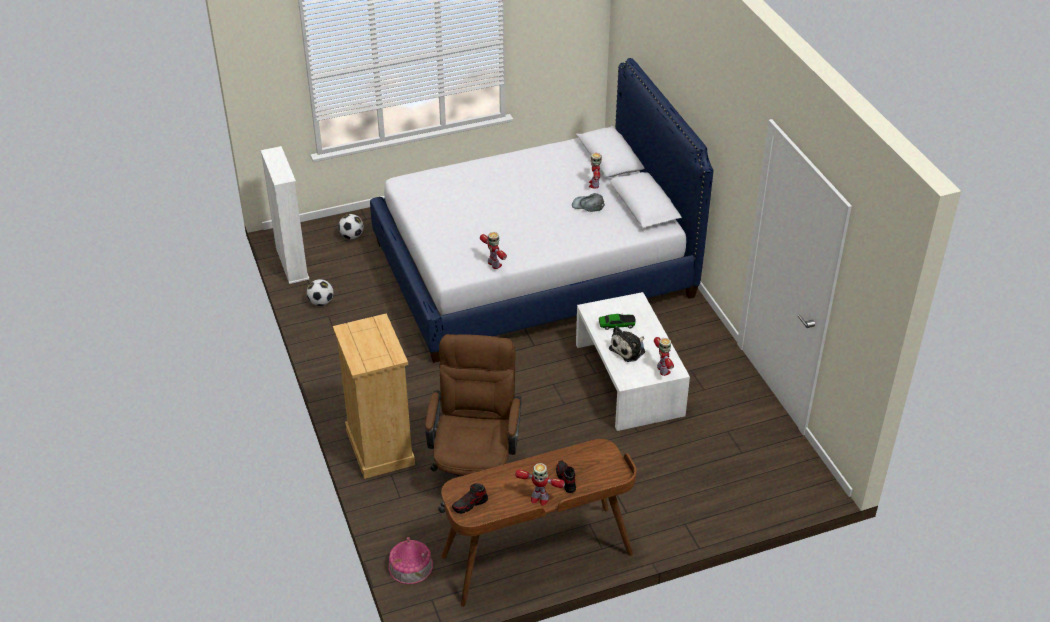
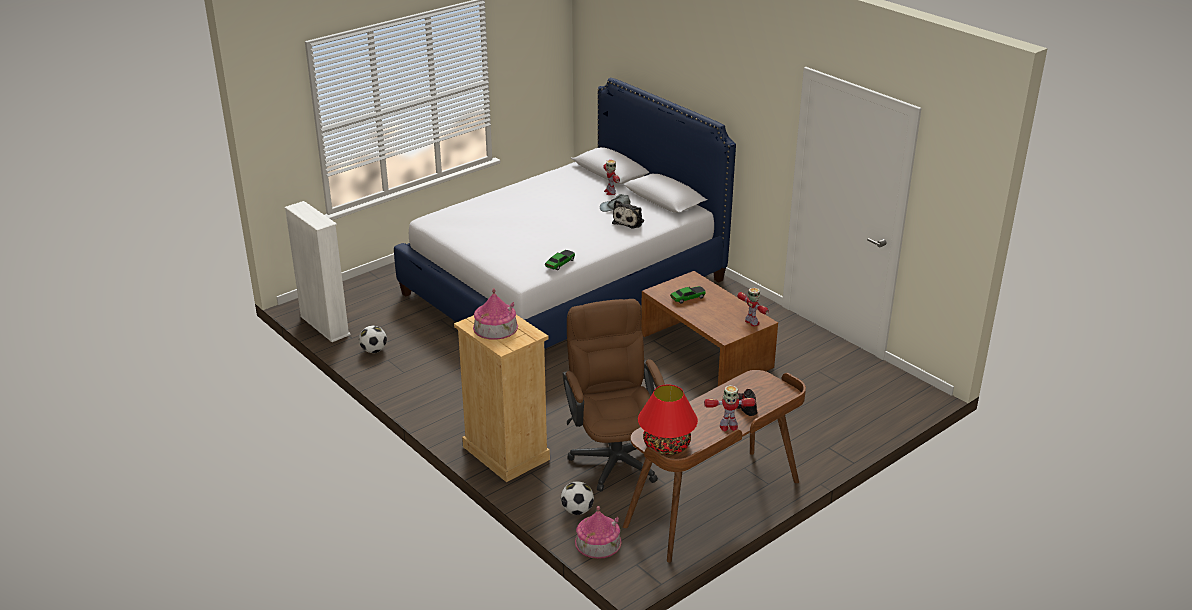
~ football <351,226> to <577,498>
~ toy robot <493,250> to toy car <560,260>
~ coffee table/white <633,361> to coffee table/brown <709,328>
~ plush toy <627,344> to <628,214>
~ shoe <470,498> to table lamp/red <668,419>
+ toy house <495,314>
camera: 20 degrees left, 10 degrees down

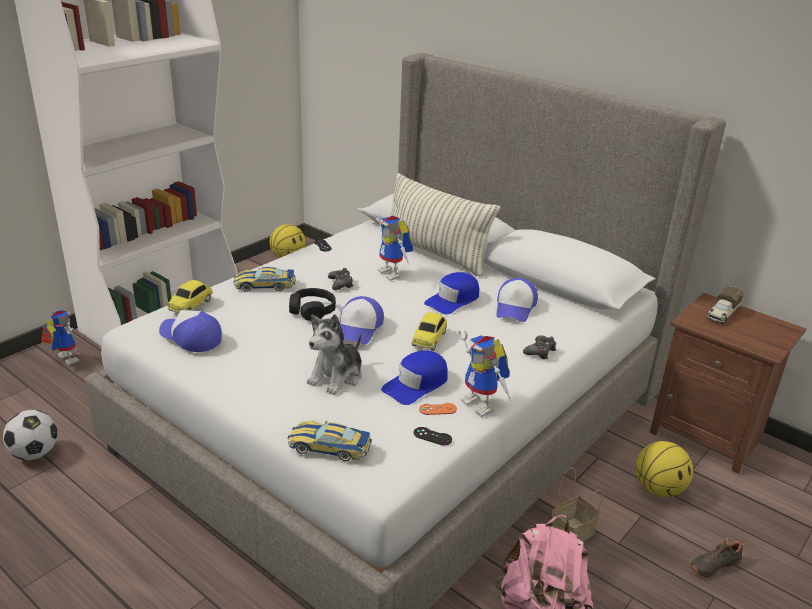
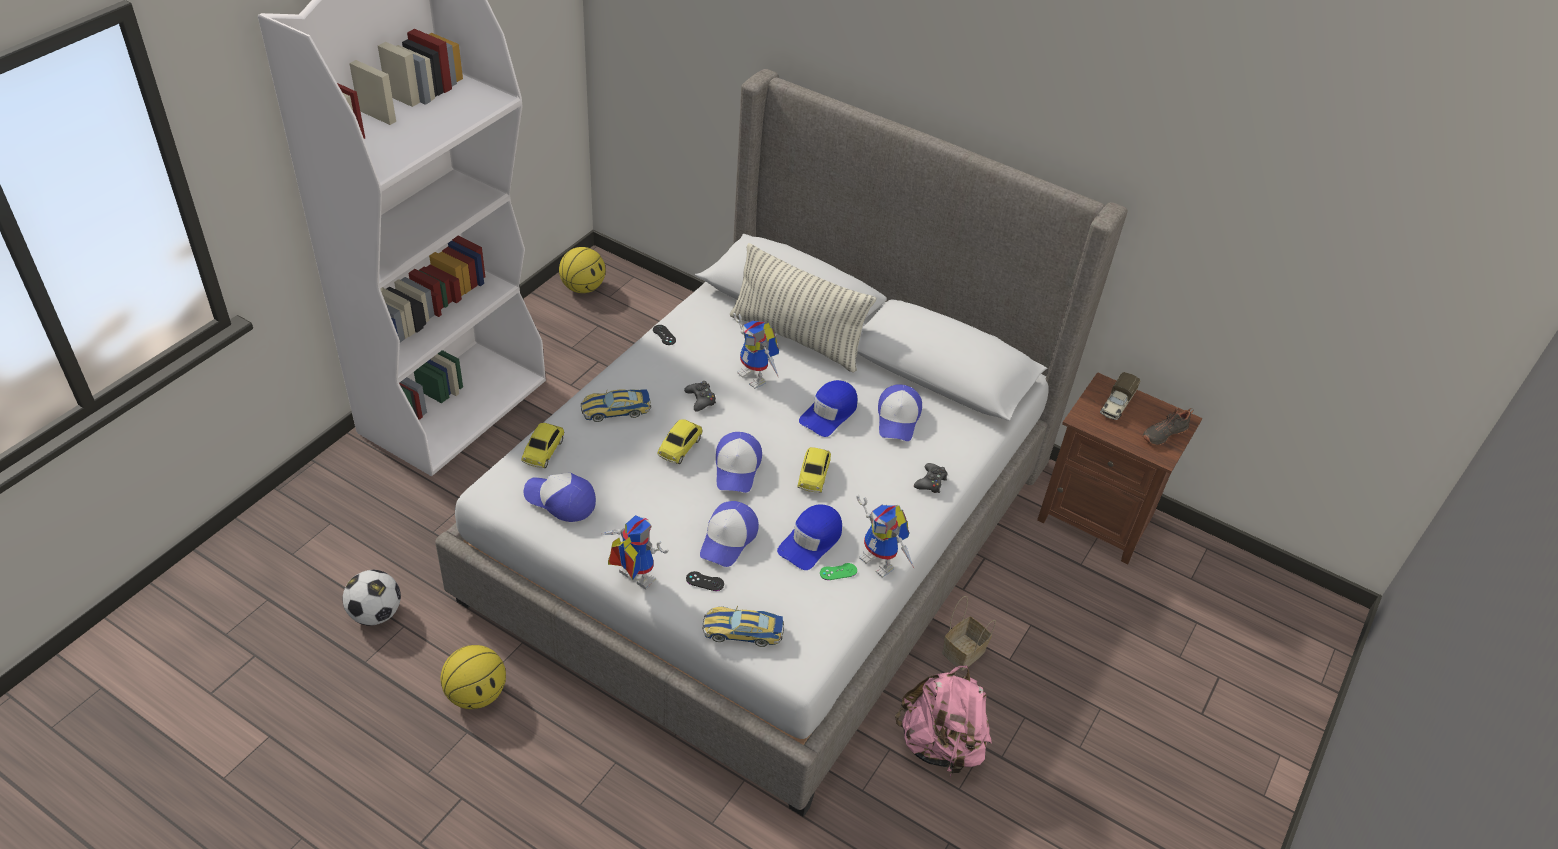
~ headphones/black <312,304> to toy car <680,441>
~ toy robot <60,337> to <635,552>
~ plush toy <334,354> to cap <729,534>
~ game controller/orange <438,409> to game controller/green <838,571>
~ game controller/black <433,436> to <705,581>
~ basketball <664,469> to <473,677>
~ shoe/black <717,557> to <1168,426>
camera: 10 degrees left, 15 degrees up

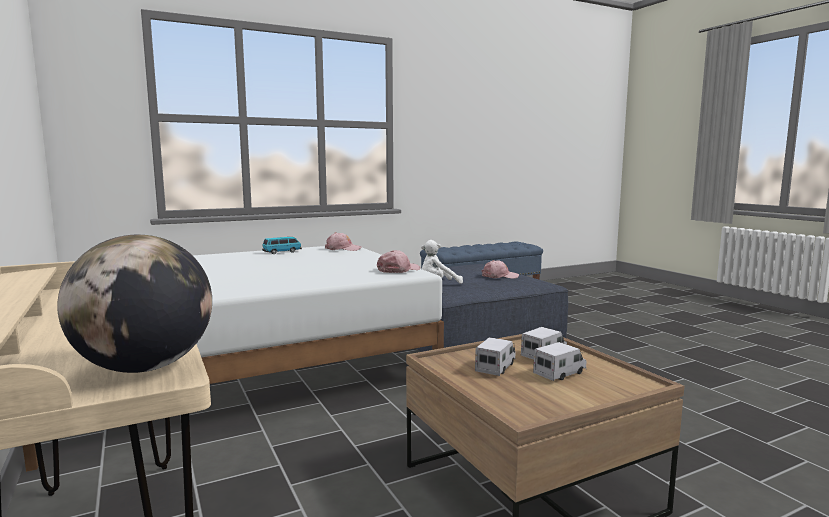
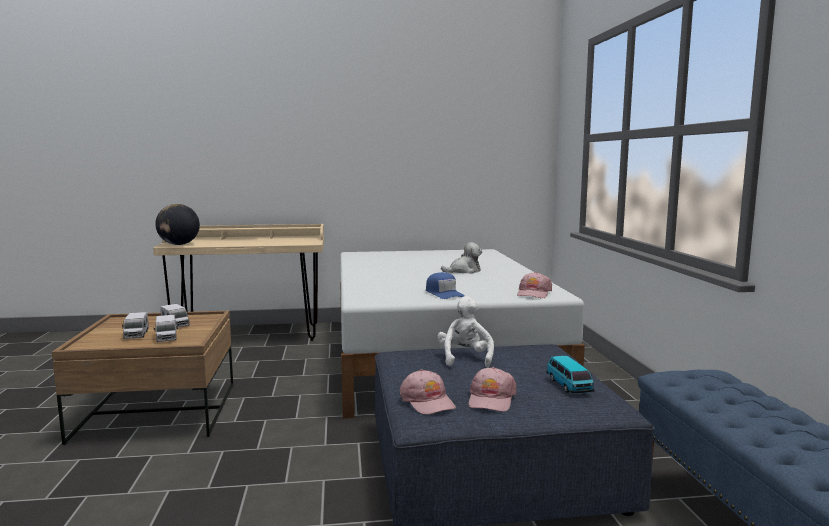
~ toy car <282,245> to <570,375>
~ cap/pink <398,261> to <428,392>
+ plush toy <461,258>
+ cap/blue <445,285>
camera: 110 degrees right, 0 degrees up

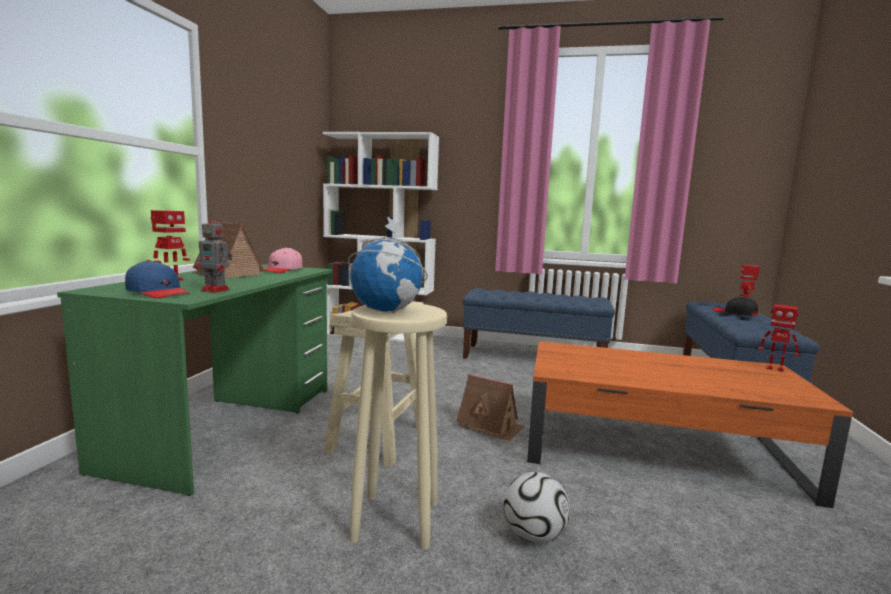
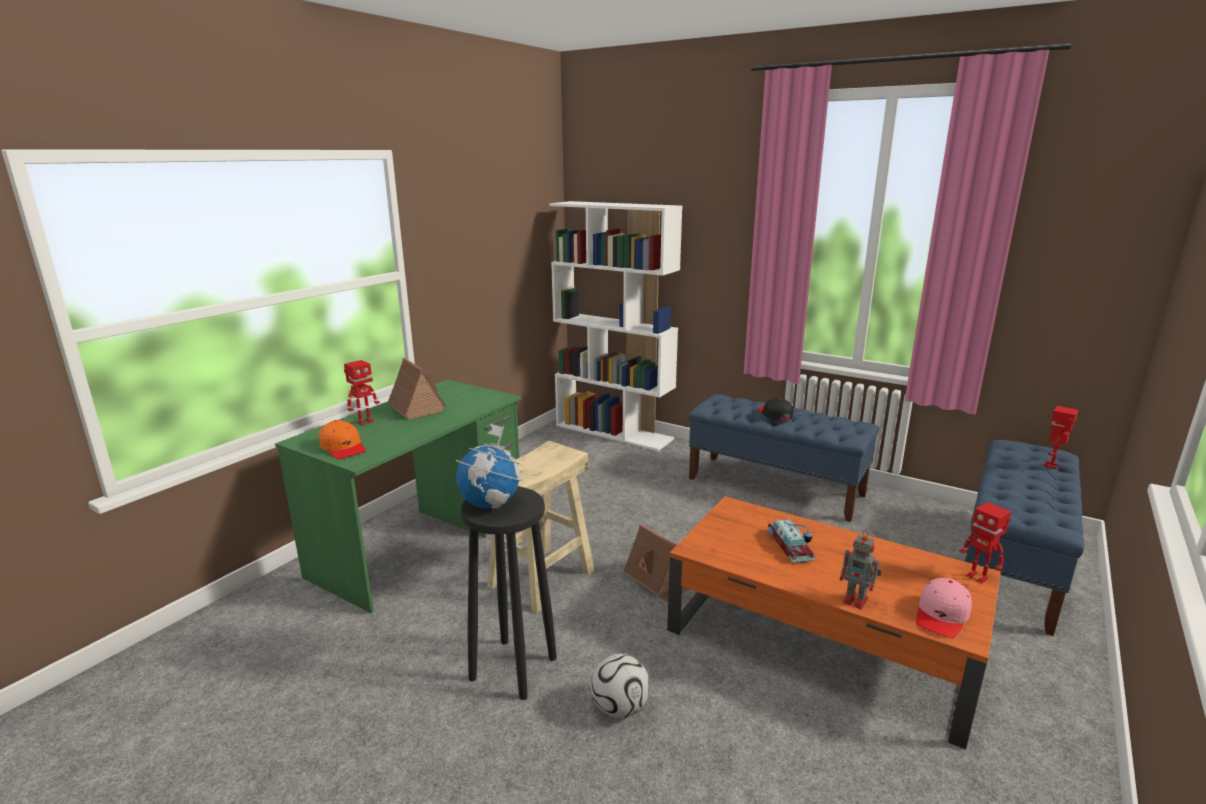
~ toy robot <213,253> to <861,569>
~ cap/pink <281,260> to <944,608>
~ cap/blue <157,279> to cap/orange <342,439>
~ cap/black <735,306> to <775,409>
~ stool/beige <398,426> to stool/black <509,593>
+ toy car <791,540>
camera: 20 degrees right, 10 degrees up

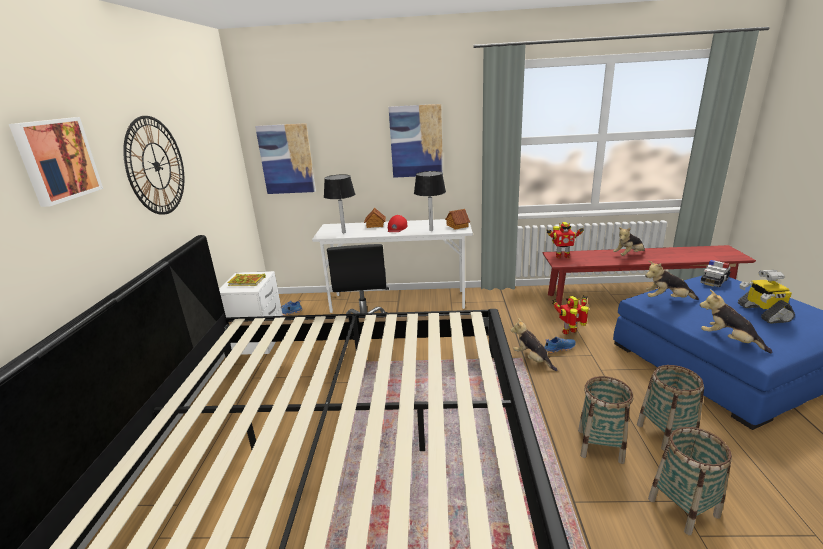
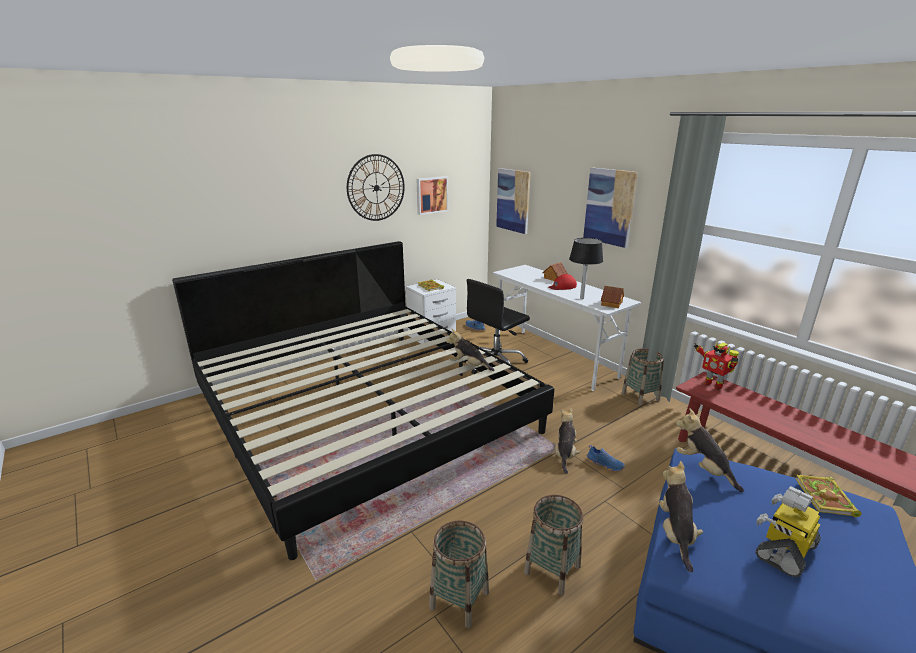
~ picture <56,162> to <432,195>
- table lamp/black <339,203>
~ plush toy <629,241> to <470,349>
~ toy car <715,273> to book <828,496>
- toy robot <570,315>
~ basket <605,420> to <643,377>
camera: 50 degrees right, 0 degrees up

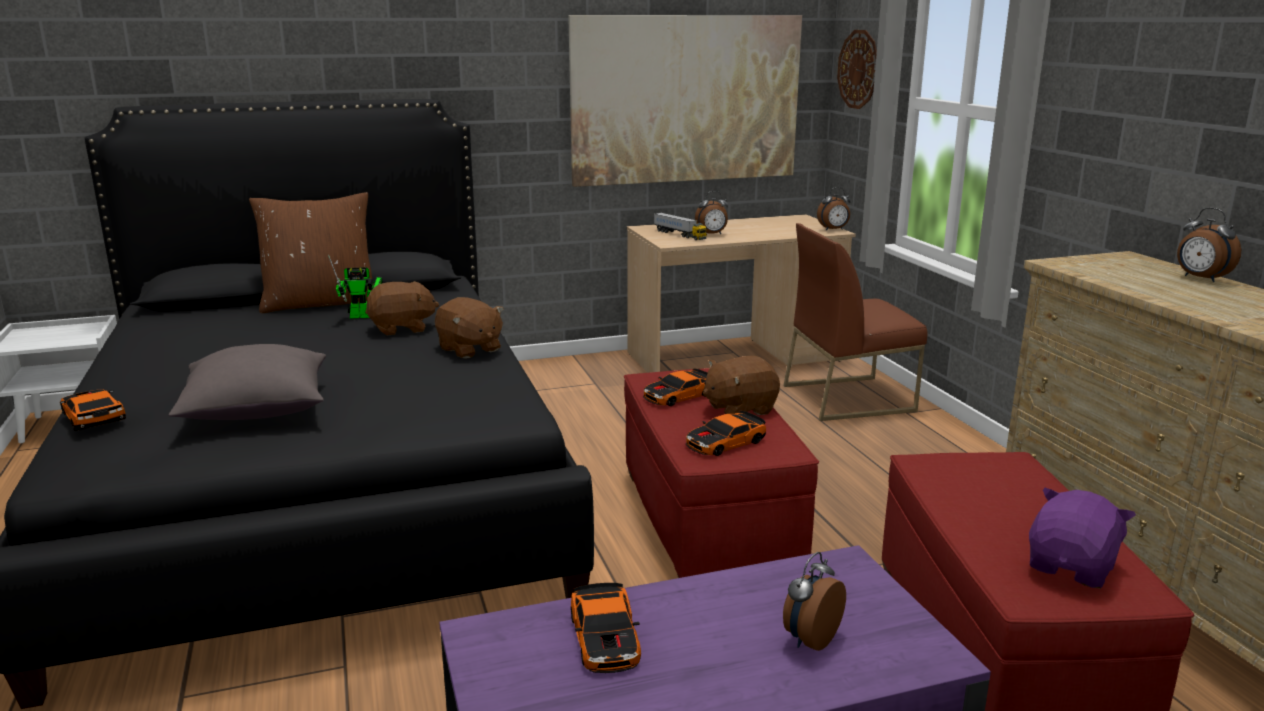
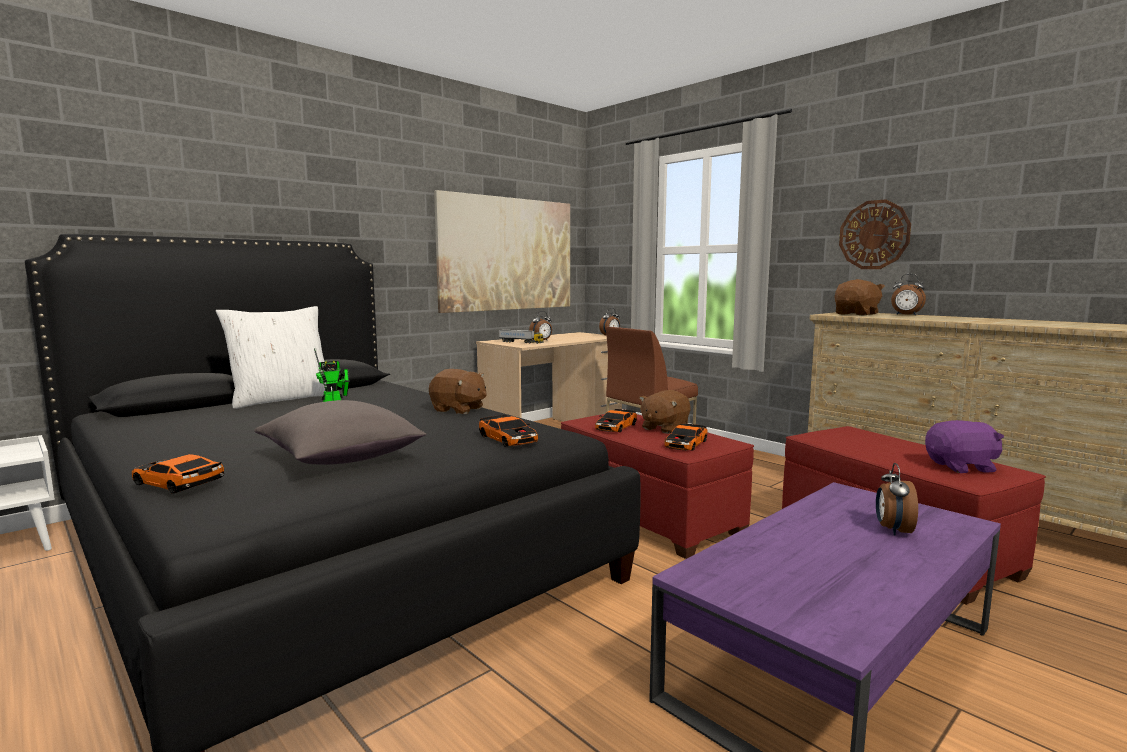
~ wall clock <857,69> to <875,234>
~ pillow/brown <311,252> to pillow/white <274,357>
~ plush toy/brown <402,308> to <859,297>
~ plush toy/purple <1082,538> = <964,446> 75 degrees clockwise
~ toy car <606,628> to <508,431>
camera: 25 degrees left, 10 degrees down

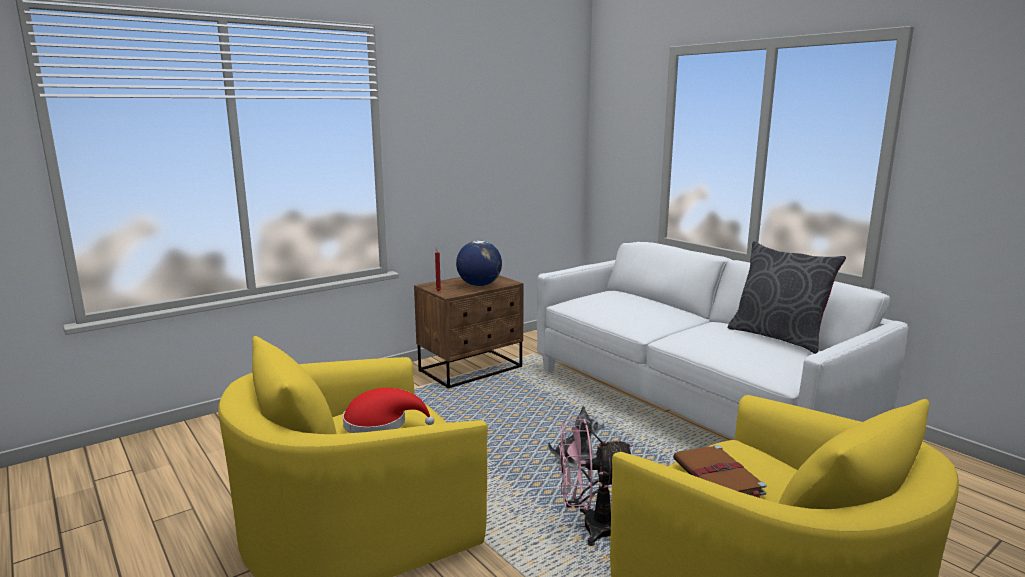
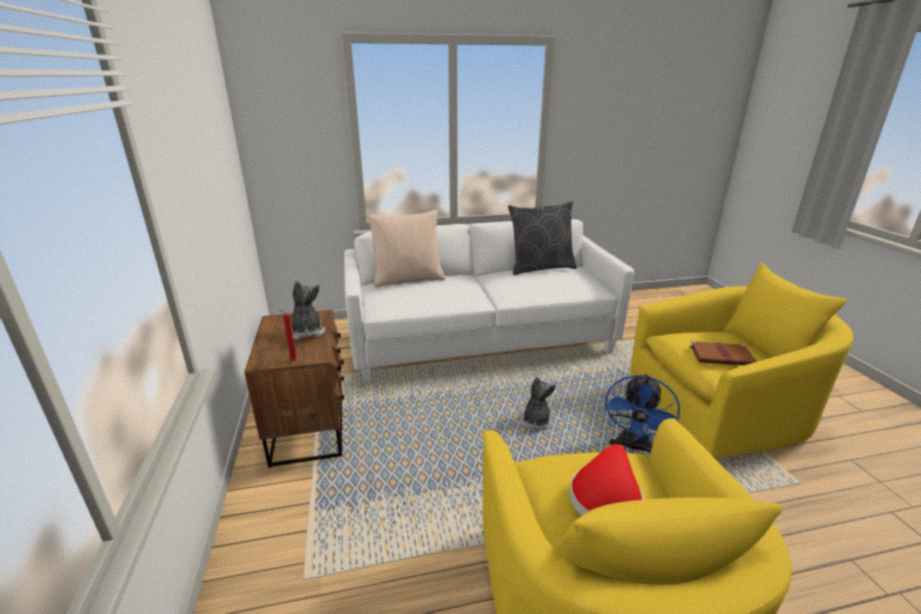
~ globe <479,263> to plush toy <308,310>
~ fan/pink <596,482> to fan/blue <642,413>
+ pillow/beige <406,248>
camera: 65 degrees left, 10 degrees up

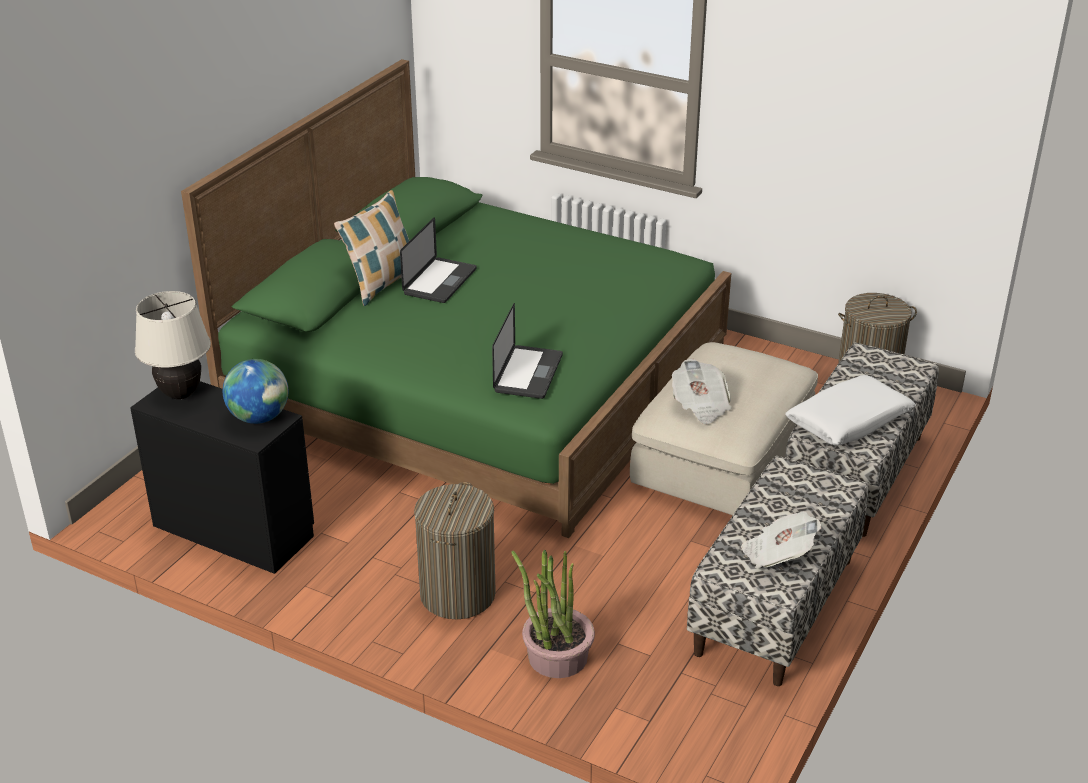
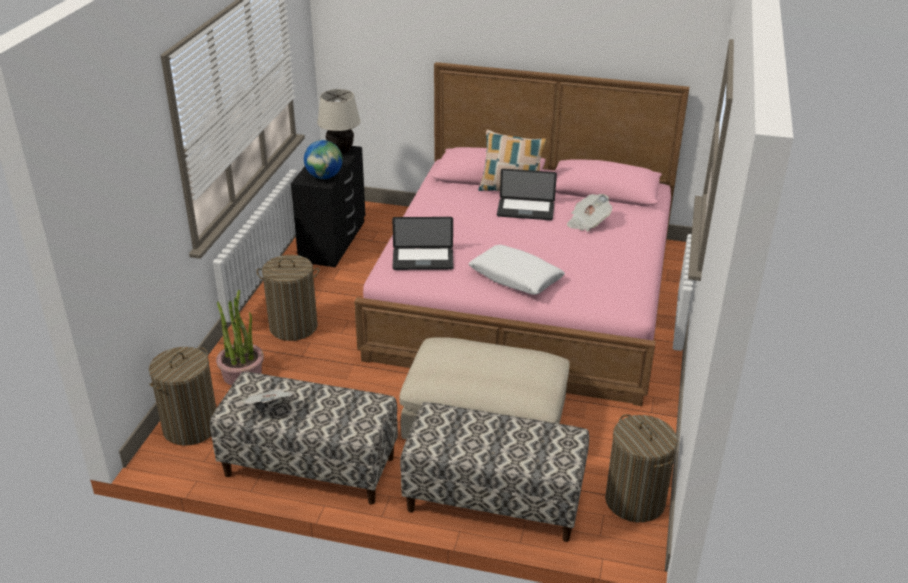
~ bed/green <456,298> to bed/pink <521,234>
~ newspaper <702,391> to <589,213>
~ pillow/white <851,410> to <517,270>
+ laundry basket <182,396>
camera: 75 degrees right, 0 degrees up

